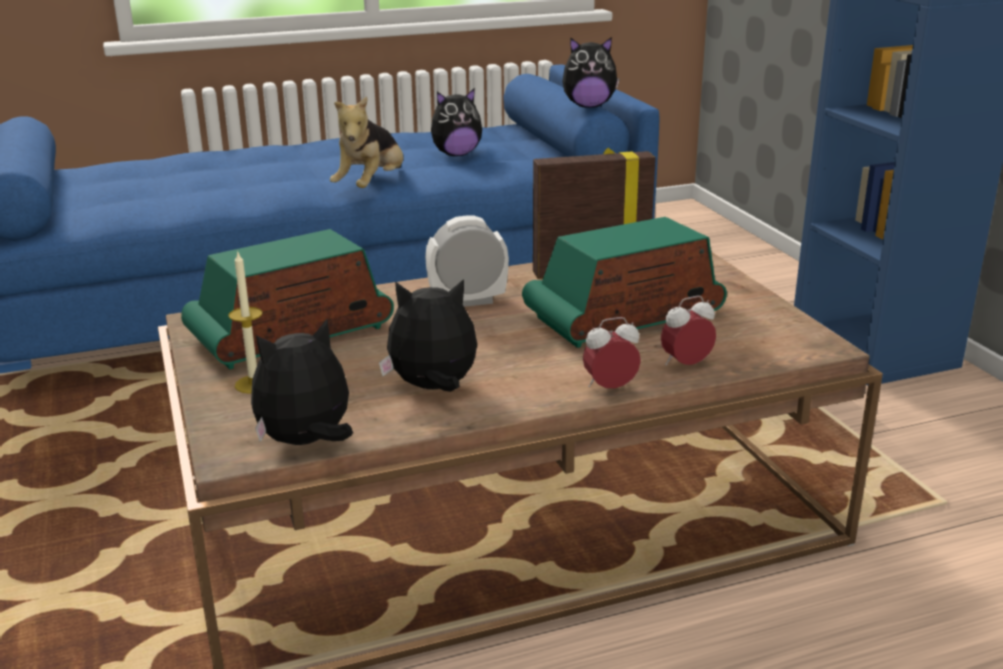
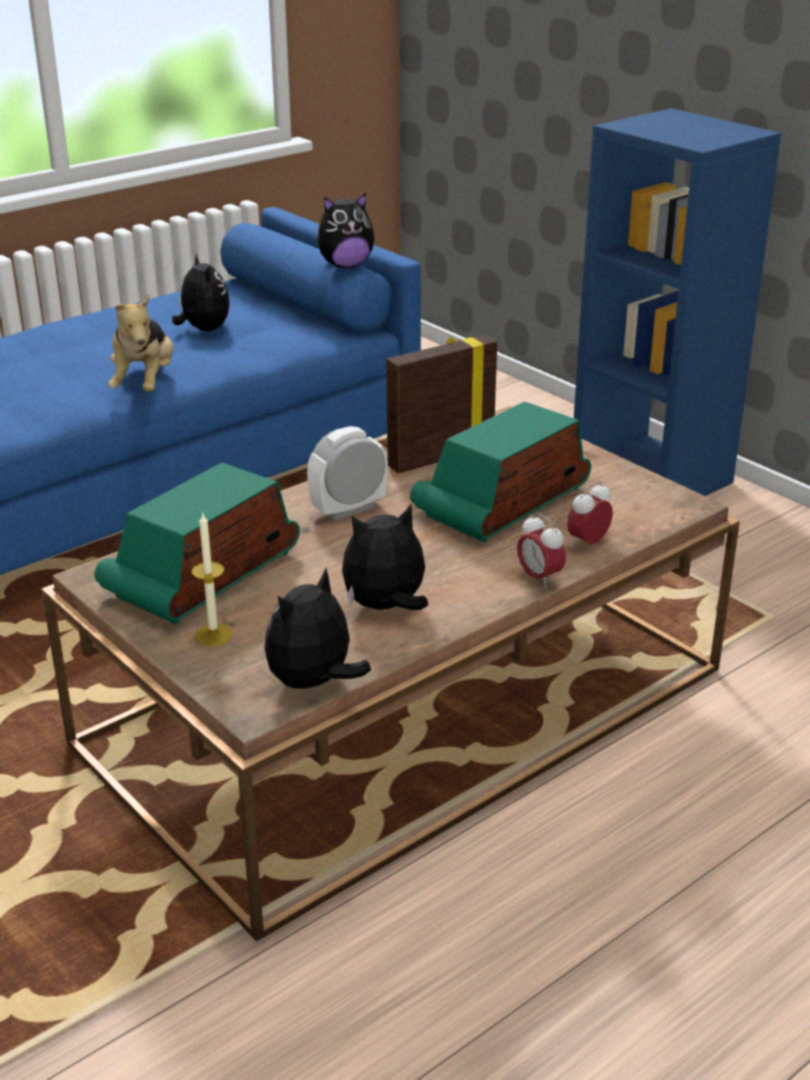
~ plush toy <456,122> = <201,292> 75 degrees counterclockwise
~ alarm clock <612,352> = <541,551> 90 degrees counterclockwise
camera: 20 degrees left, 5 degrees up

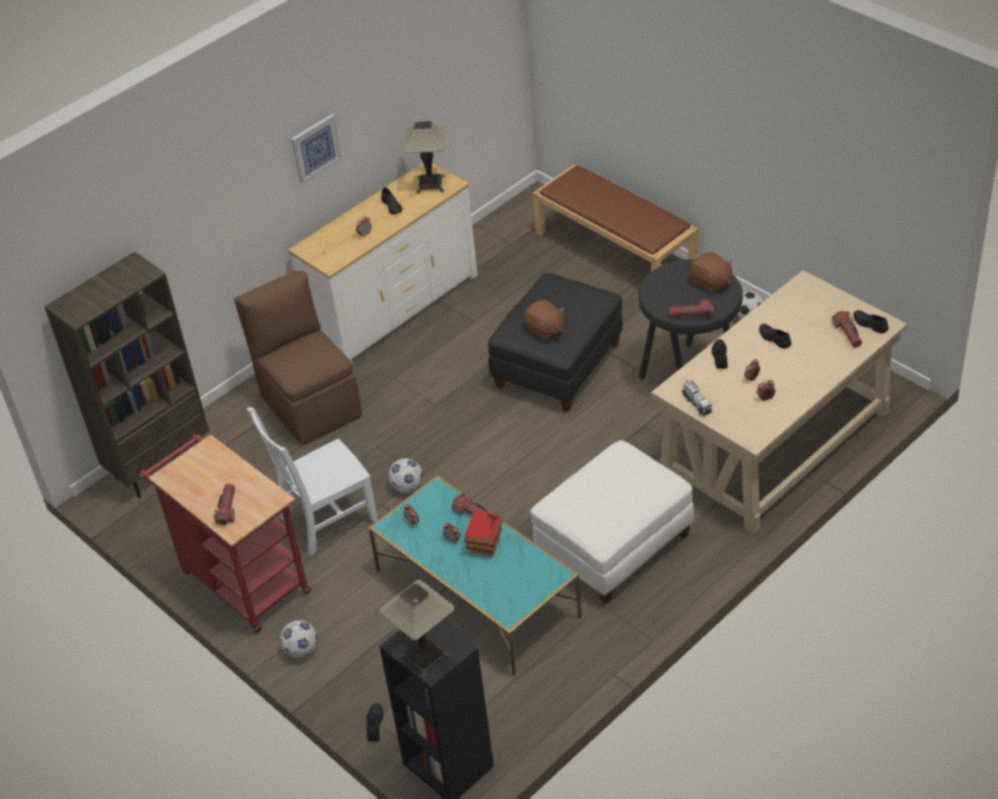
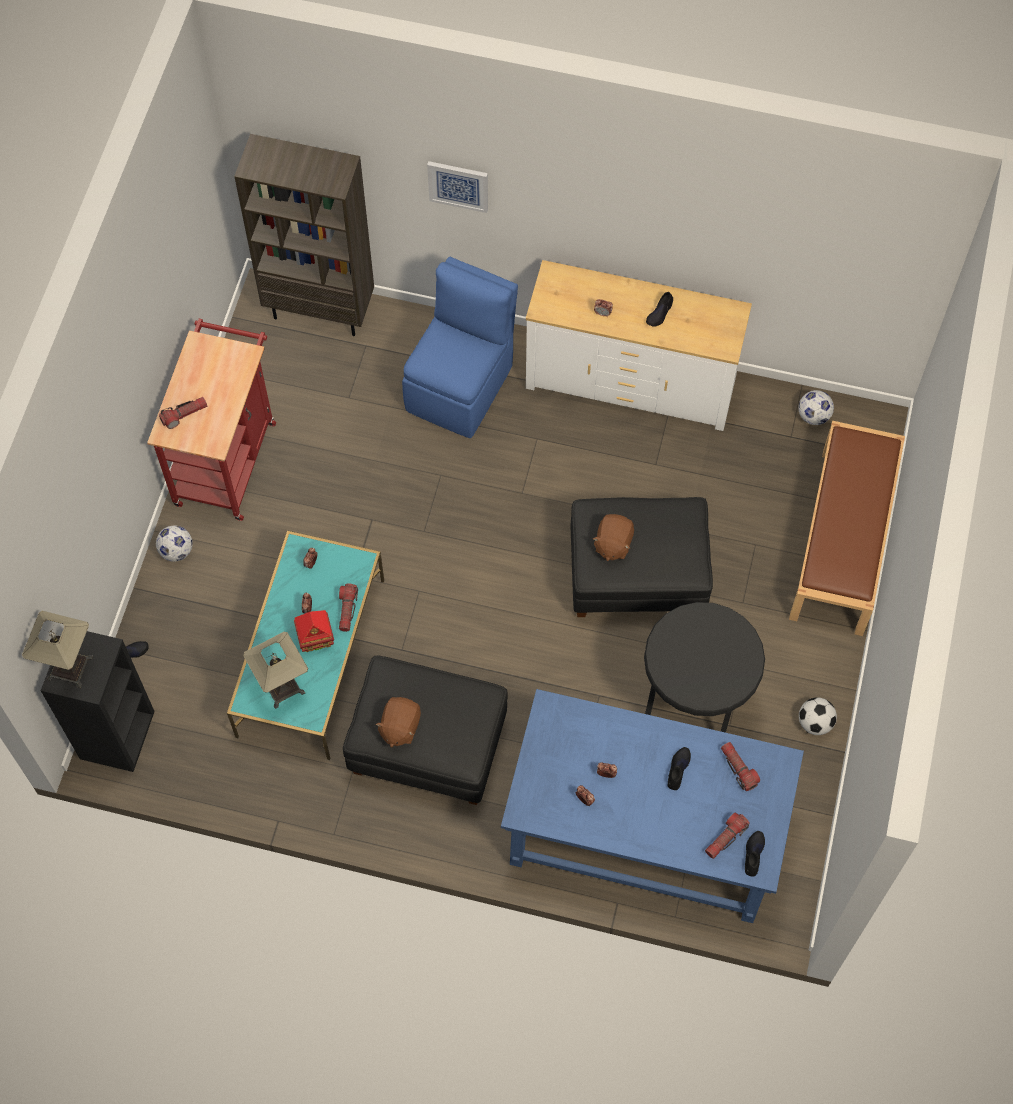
~ picture <316,149> to <457,187>
~ table lamp <425,157> to <275,670>
~ plush toy/brown <711,273> to <398,722>
~ chair/brown <298,357> to chair/blue <460,347>
~ desk/beige <779,402> to desk/blue <652,806>
~ flashlight <691,309> to <740,766>
- shoe/black <719,354>
- toy truck <697,398>
- chair/white <312,481>
~ ottoman/white <612,522> to ottoman/black <425,730>
~ football <405,475> to <816,407>
camera: 55 degrees right, 20 degrees up

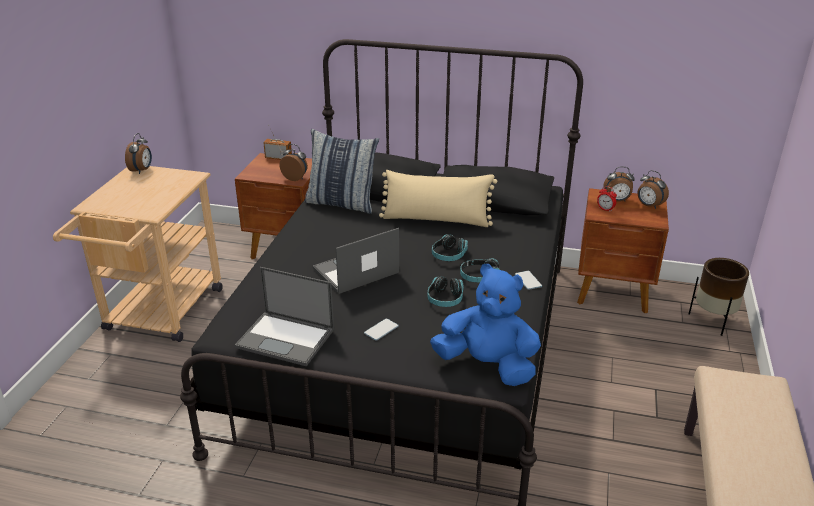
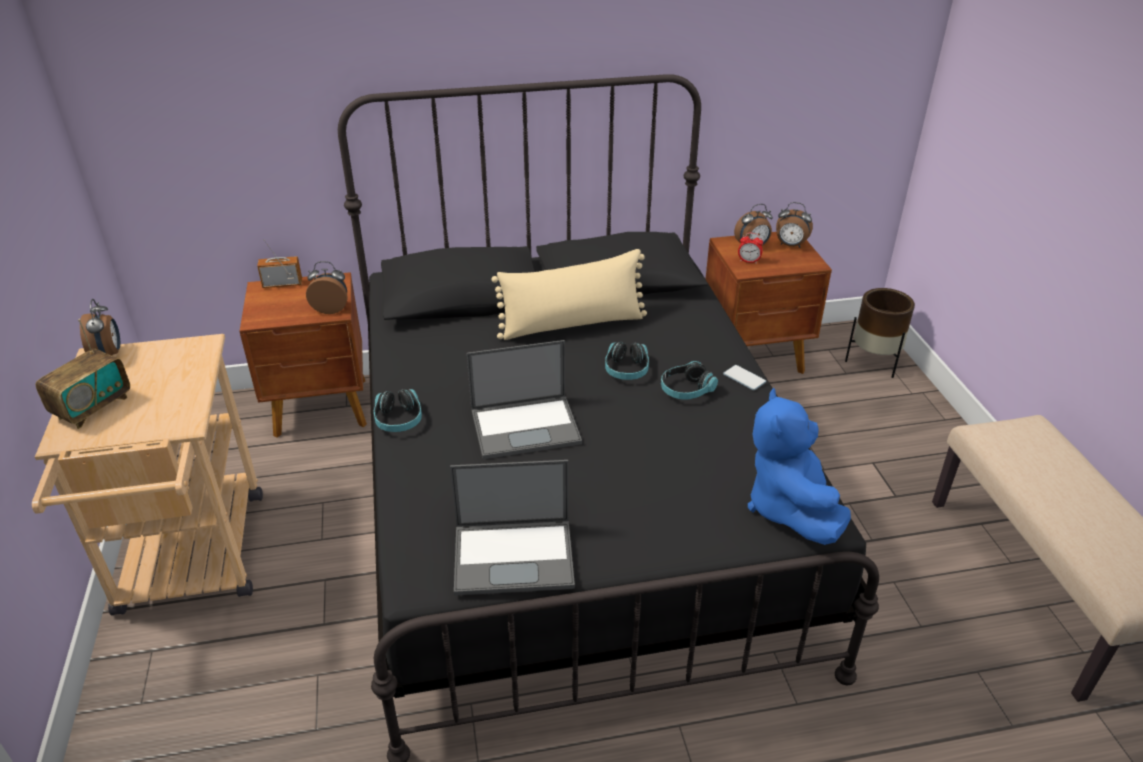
- pillow <342,171>
~ laptop <356,261> = <524,399> 135 degrees counterclockwise
~ plush toy/blue <485,325> = <799,466> 90 degrees counterclockwise
~ headphones <445,291> to <398,410>
- phone <381,329>
+ radio <83,374>
camera: 25 degrees left, 5 degrees up

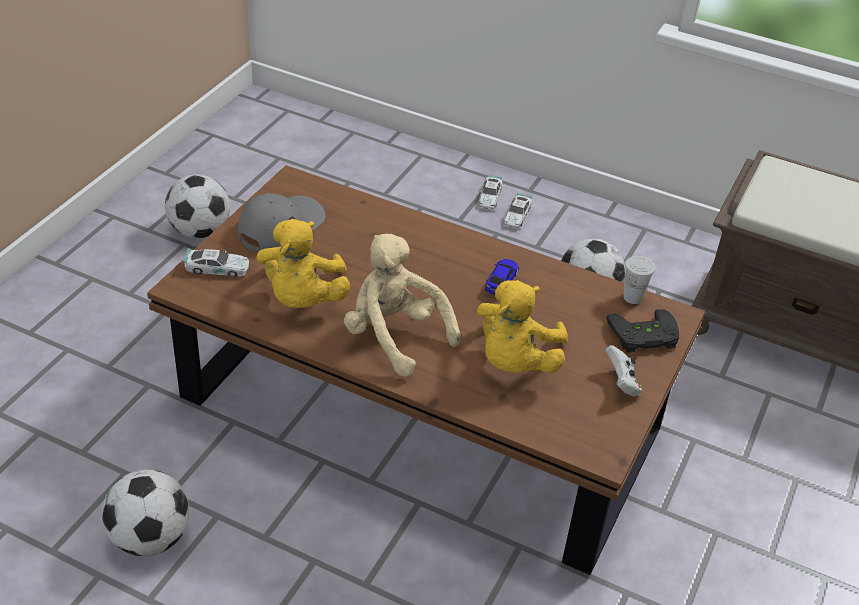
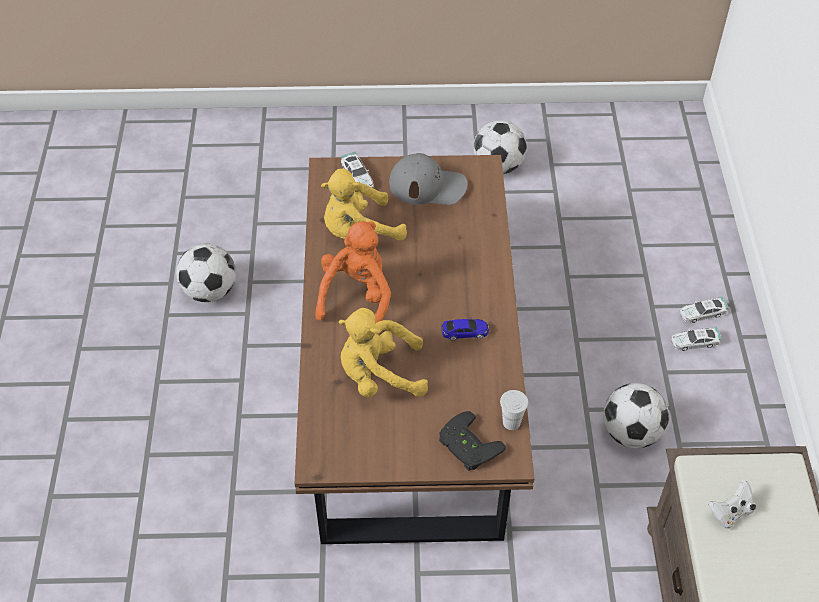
~ plush toy/beige <402,305> to plush toy/orange <353,272>
~ game controller/white <623,370> to <732,504>
camera: 65 degrees right, 10 degrees up

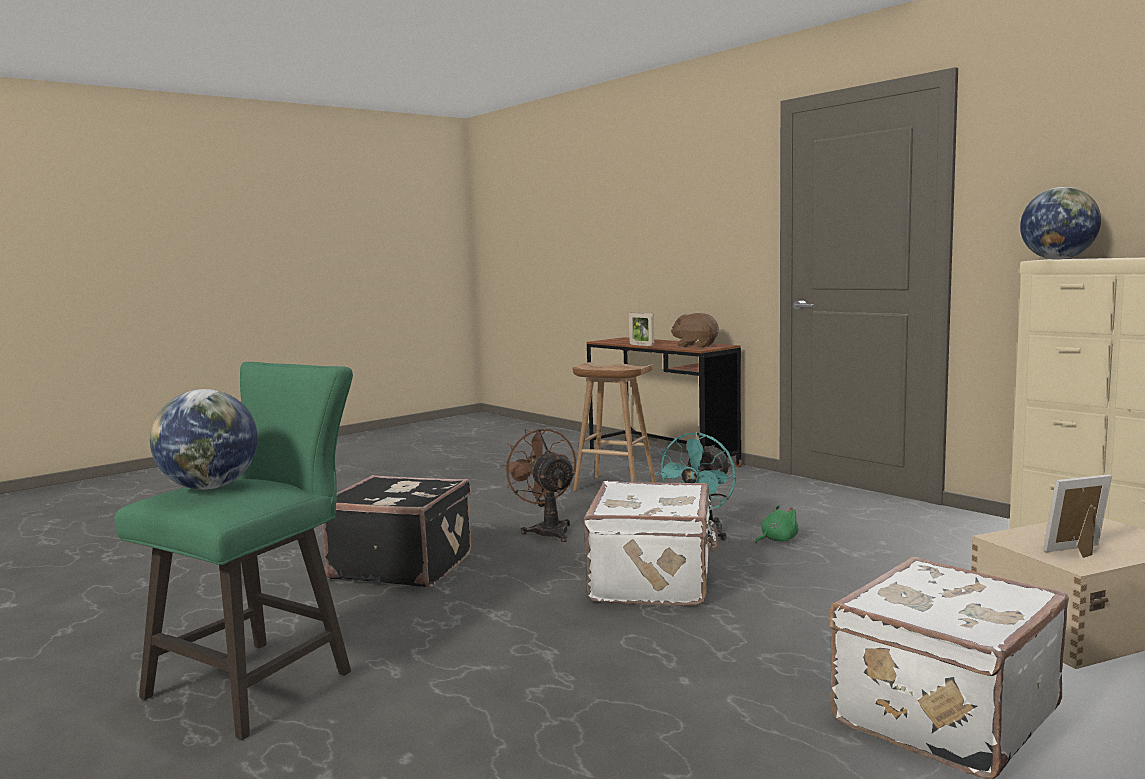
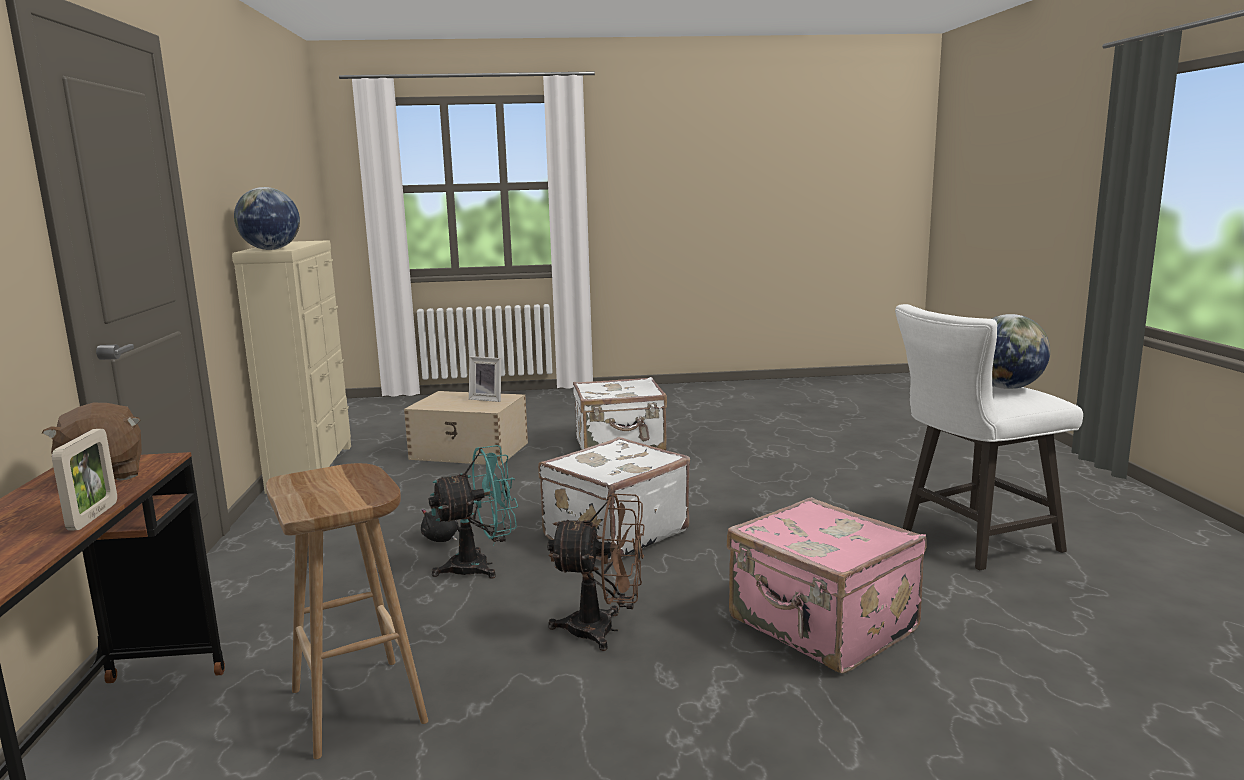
~ stool/green <233,551> to stool/white <989,437>
~ fan/brown <538,485> = <596,572> 90 degrees counterclockwise
~ suitcase/black <396,531> to suitcase/pink <827,585>
~ plush toy/green <776,524> to plush toy/black <447,525>
camera: 145 degrees left, 5 degrees up

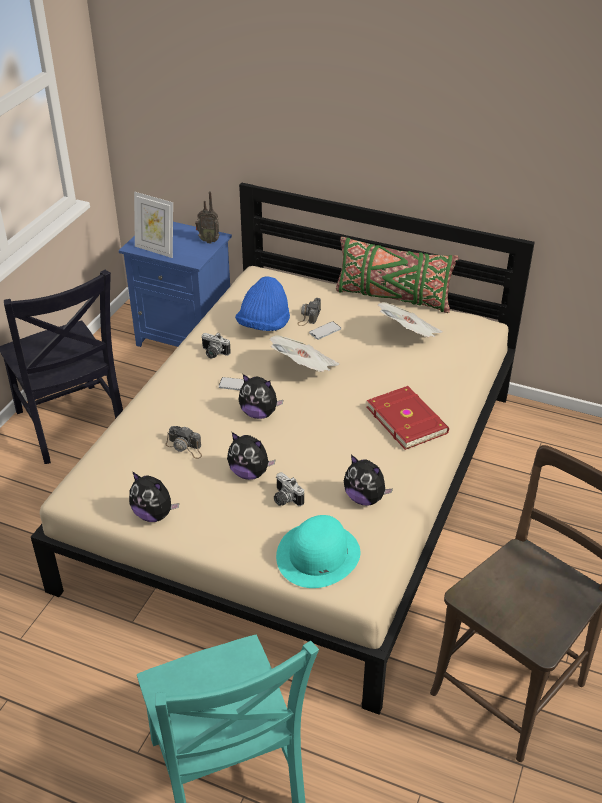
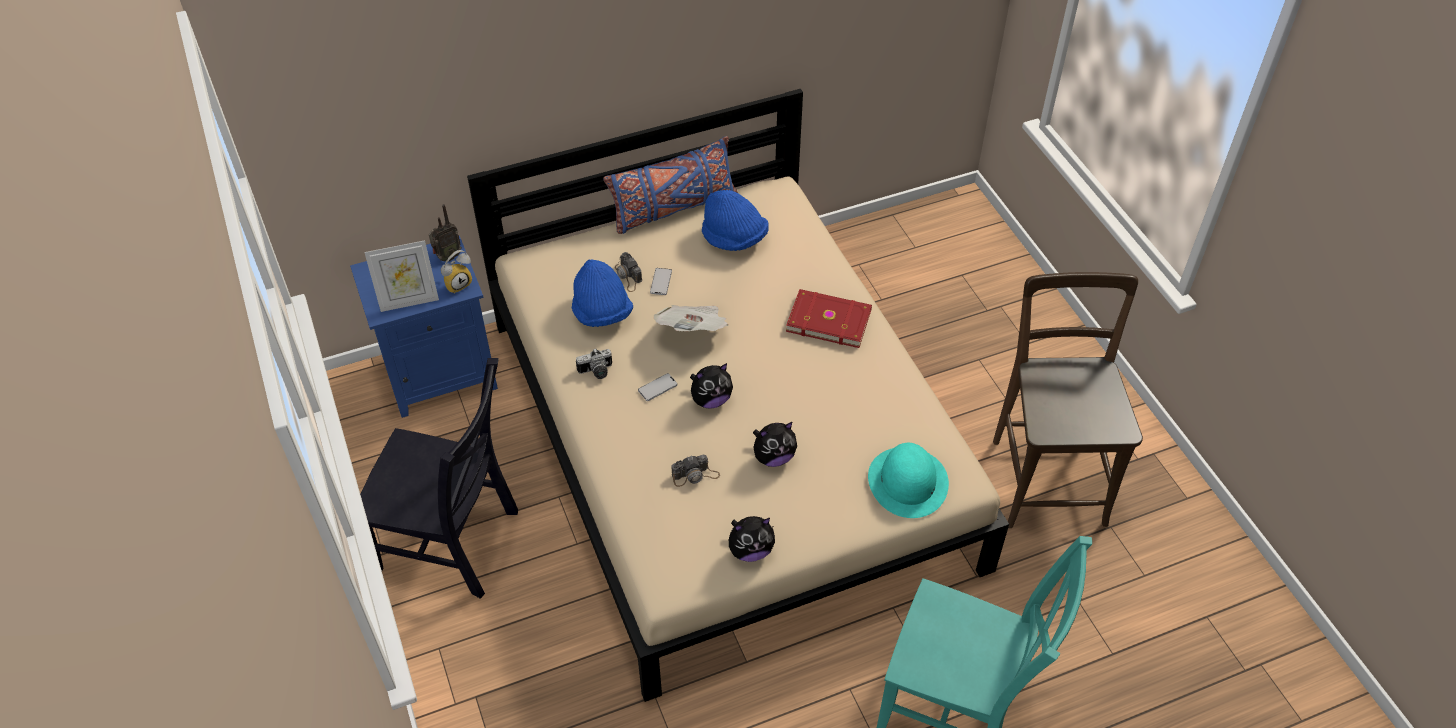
~ pillow/green <397,275> to pillow/blue <670,185>
~ newspaper <410,319> to hat/blue <735,220>
- plush toy <368,480>
- photo camera <289,489>
+ alarm clock <456,272>
camera: 45 degrees left, 10 degrees up

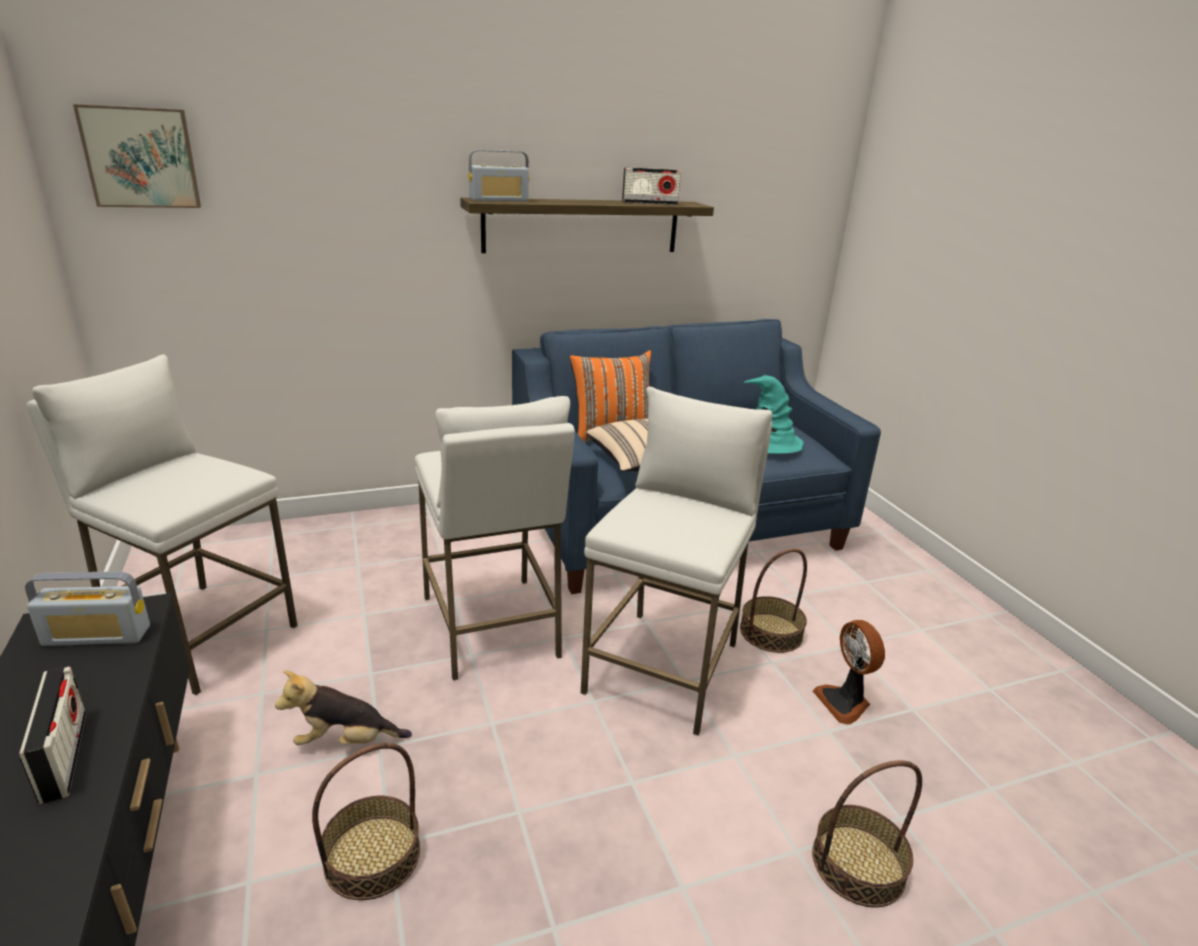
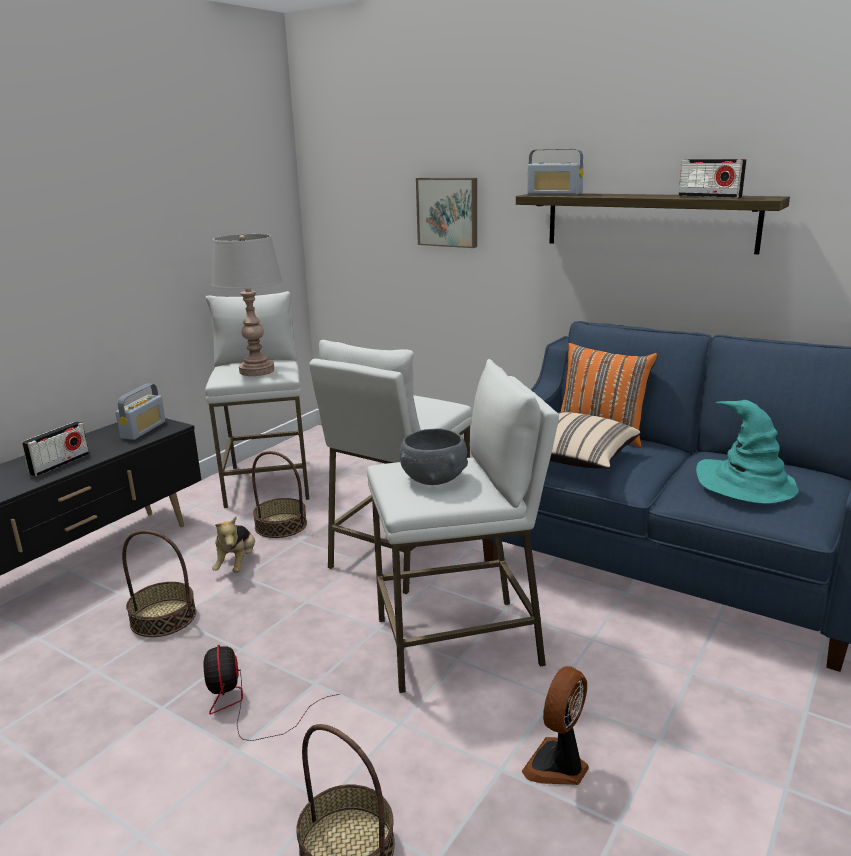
~ picture <137,156> to <446,213>
~ basket <773,600> to <279,494>
~ radio <87,608> = <140,412> 120 degrees counterclockwise
~ plush toy <343,708> = <233,545> 135 degrees counterclockwise
+ table lamp/grey <247,305>
+ bowl/grey <434,456>
+ fan <271,693>
camera: 55 degrees right, 5 degrees down

